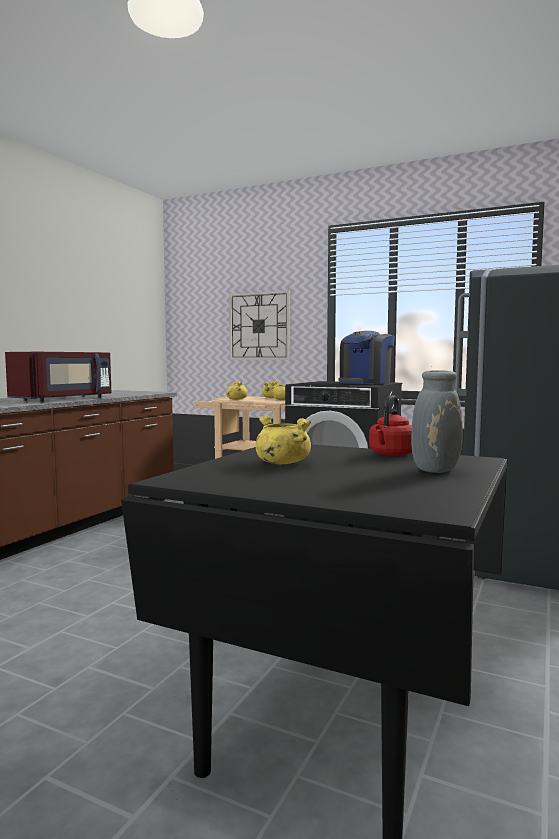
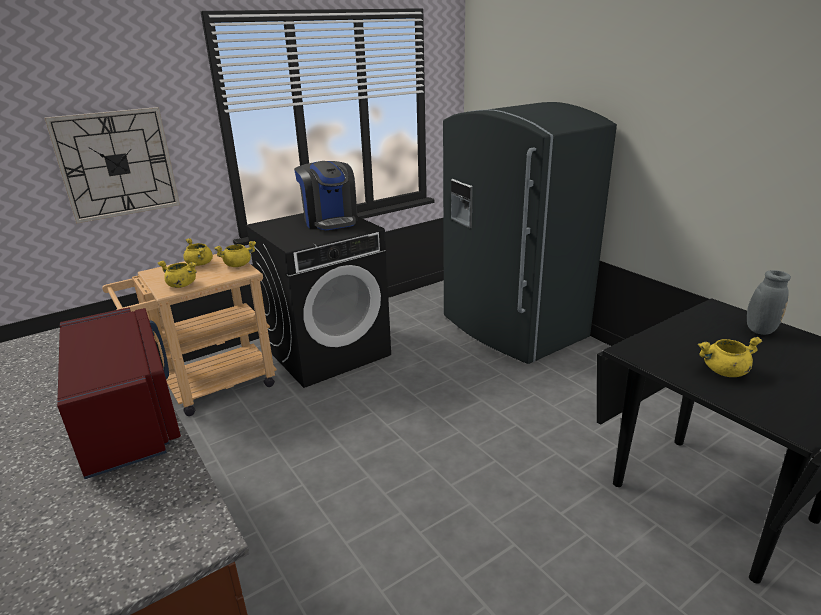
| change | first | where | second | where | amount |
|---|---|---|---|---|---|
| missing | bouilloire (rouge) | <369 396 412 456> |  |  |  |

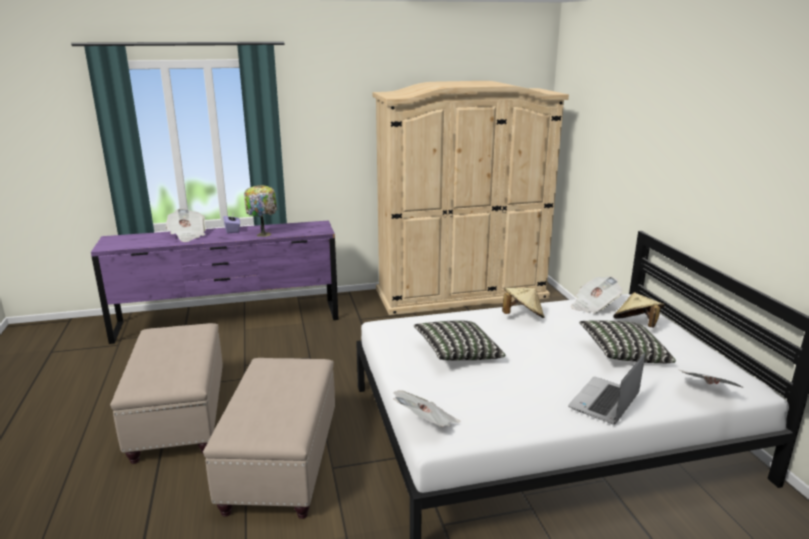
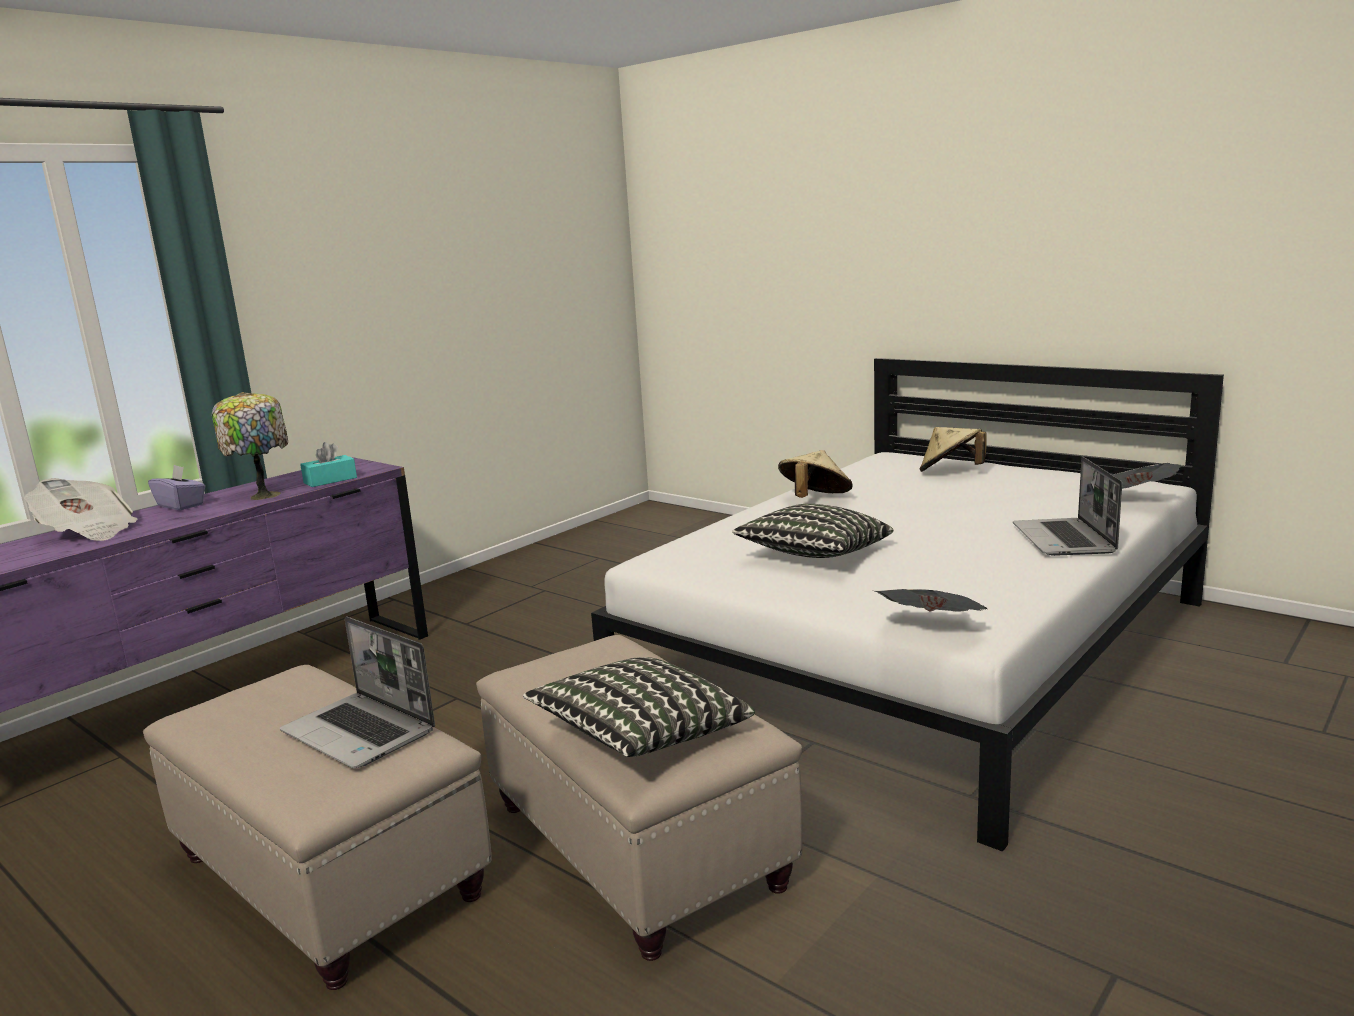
| change | first | where | second | where | amount |
|---|---|---|---|---|---|
| missing | armoire (beige) | <372 81 569 315> |  |  |  |
| missing | journal | <571 276 623 314> |  |  |  |
| relocated | coussin | <579 321 676 363> |  | <523 657 755 757> |  |
| appeared |  |  | boîte à mouchoirs (turquoise) | <300 442 357 487> |  |
| appeared |  |  | ordinateur portable | <280 617 435 768> |  |

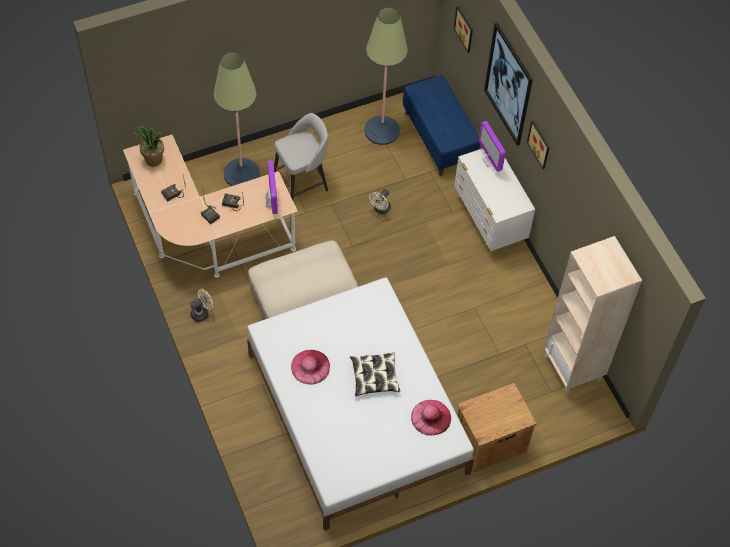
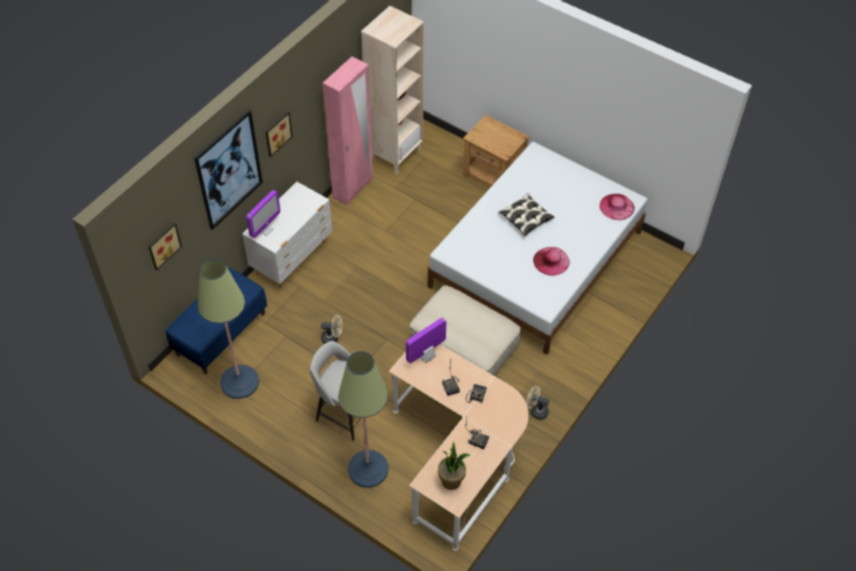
| change | first | where | second | where | amount |
|---|---|---|---|---|---|
| relocated | chapeau (rose) | <411 400 451 435> |  | <600 194 635 220> |  |
| appeared |  |  | armoire (rose) | <322 56 373 206> |  |

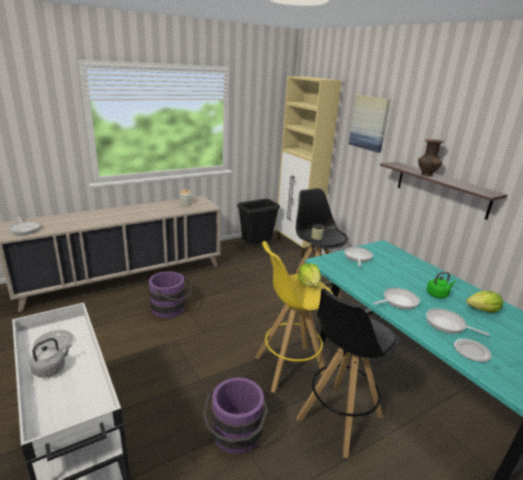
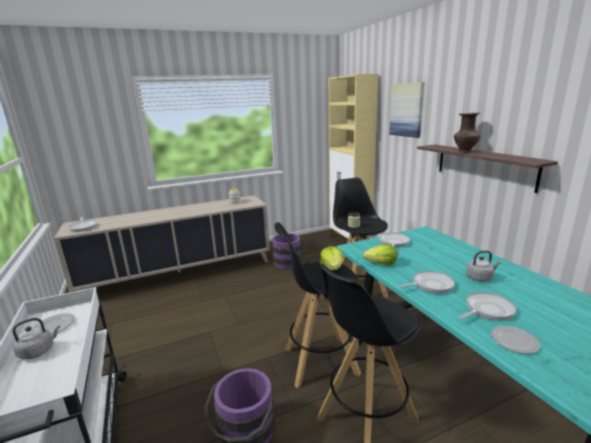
| change | first | where | second | where | amount |
|---|---|---|---|---|---|
| missing | poubelle (noir) | <237 199 280 244> |  |  |  |
| colour | tabouret (jaune) | <255 241 334 393> | tabouret (noir) | <274 222 361 388> |  |
| relocated | seau (violet) | <148 271 192 318> |  | <272 233 306 269> |  |
| colour | bouilloire (vert) | <427 272 456 298> | bouilloire (gris) | <466 251 500 281> |  |
| relocated | laitue | <466 291 503 313> |  | <363 245 397 265> |  |
| spun | poêle | <426 308 490 336> |  | <459 292 517 321> | 105 degrees clockwise |

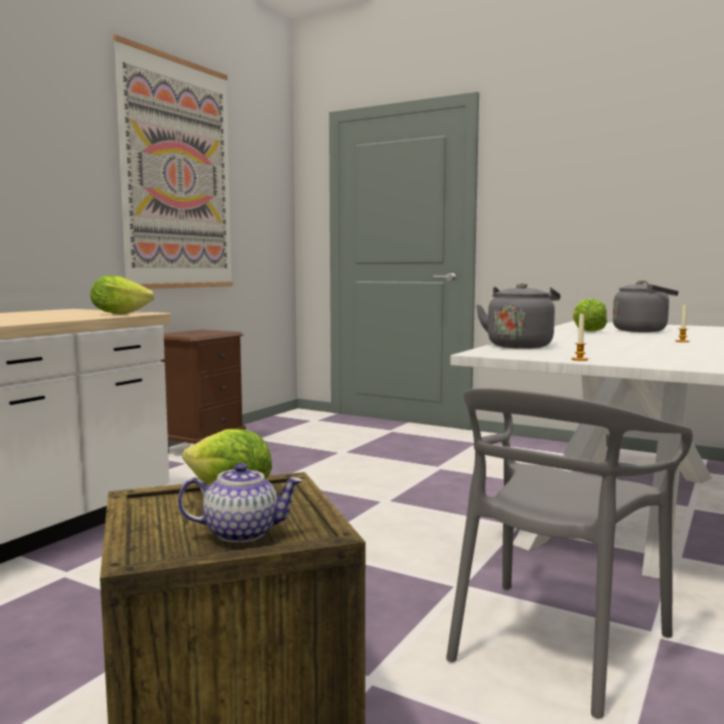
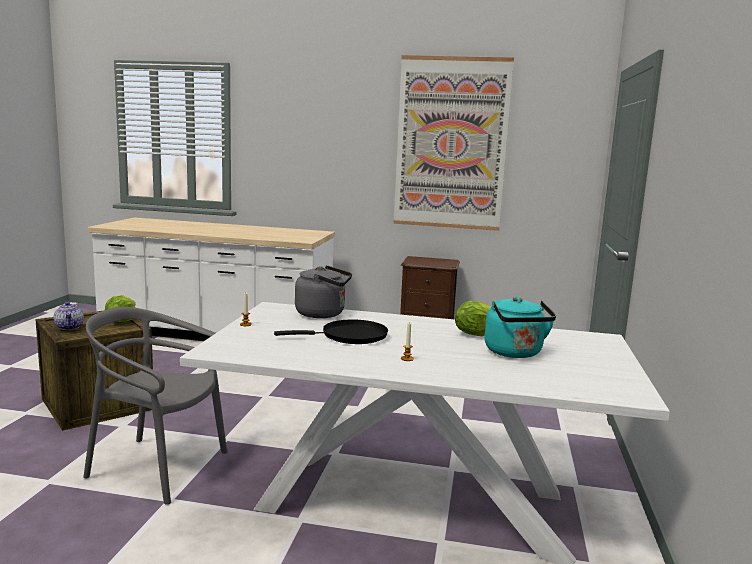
| change | first | where | second | where | amount |
|---|---|---|---|---|---|
| missing | laitue | <91 275 154 314> |  |  |  |
| colour | bouilloire (gris) | <613 280 679 332> | bouilloire (turquoise) | <485 297 556 358> |  |
| appeared |  |  | poêle (noir) | <274 320 388 344> |  |

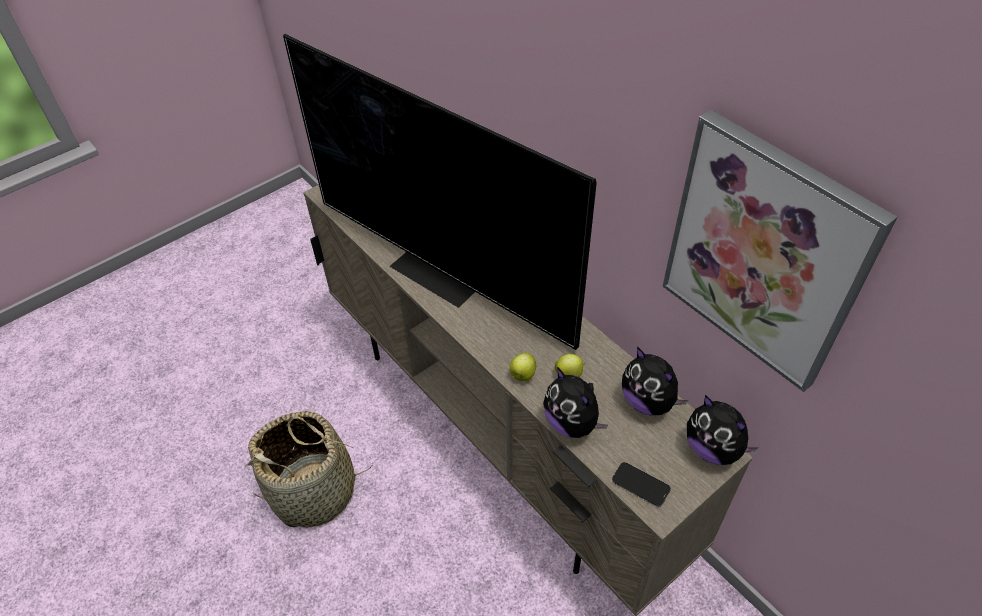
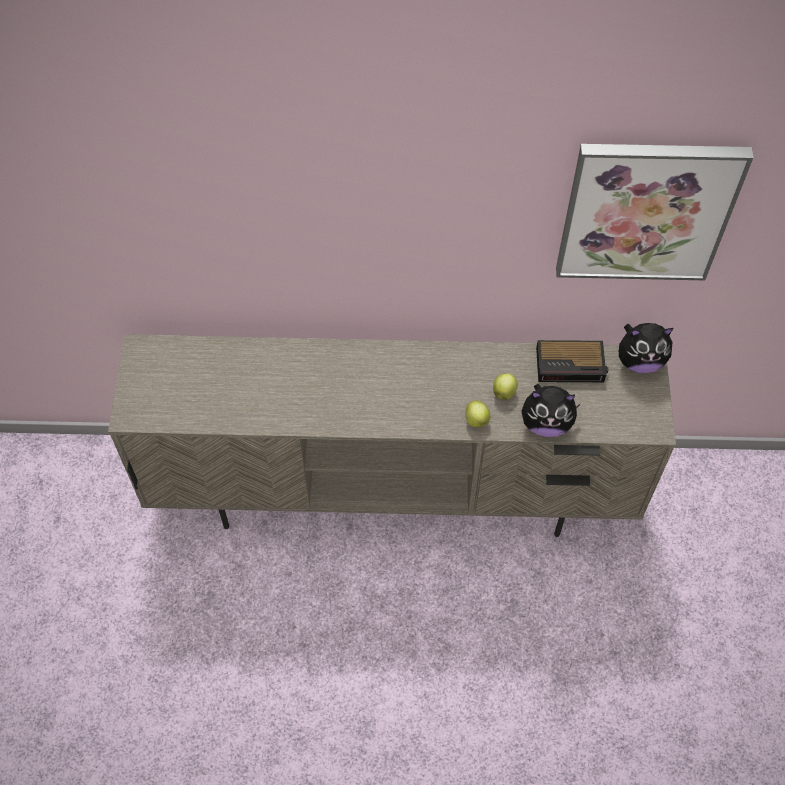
| change | first | where | second | where | amount |
|---|---|---|---|---|---|
| missing | téléviseur | <283 34 597 350> |  |  |  |
| exchanged | peluche | <622 347 688 415> | réveil | <536 340 608 382> |  |
| missing | panier | <245 411 373 528> |  |  |  |
| missing | téléphone | <612 462 671 507> |  |  |  |

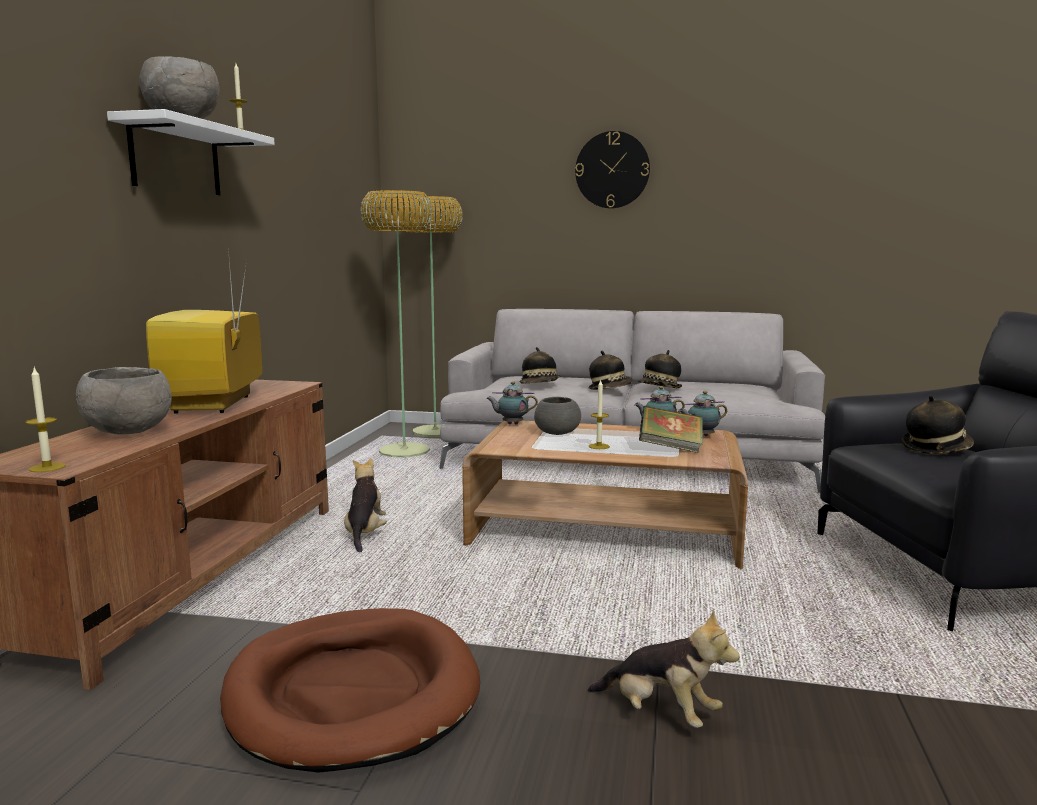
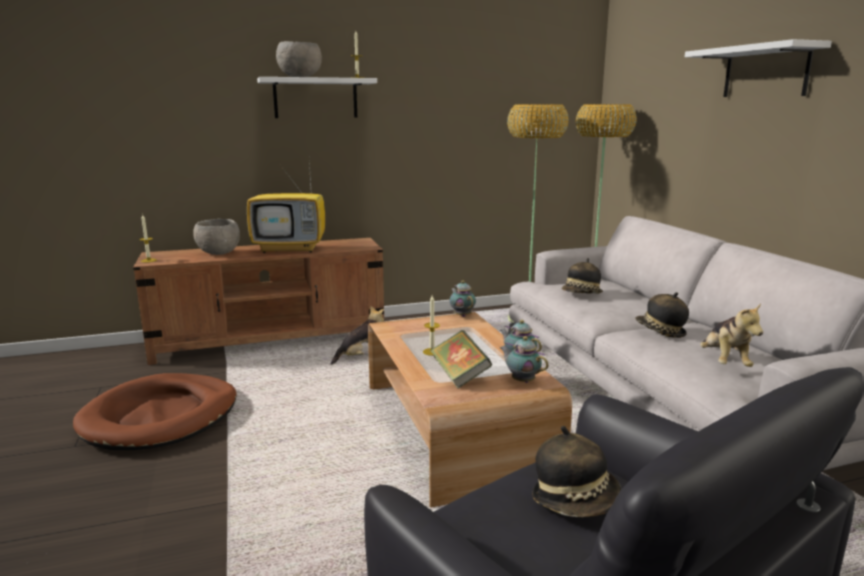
| change | first | where | second | where | amount |
|---|---|---|---|---|---|
| exchanged | horloge murale | <575 131 650 208> | étagère (blanc) | <685 39 832 97> |  |
| spun | téléviseur | <146 249 262 414> |  | <247 162 325 253> | 150 degrees counterclockwise |
| missing | chapeau | <588 351 633 390> |  |  |  |
| missing | bol (gris) | <534 397 581 435> |  |  |  |
| relocated | peluche | <588 610 740 728> |  | <700 303 763 367> |  |

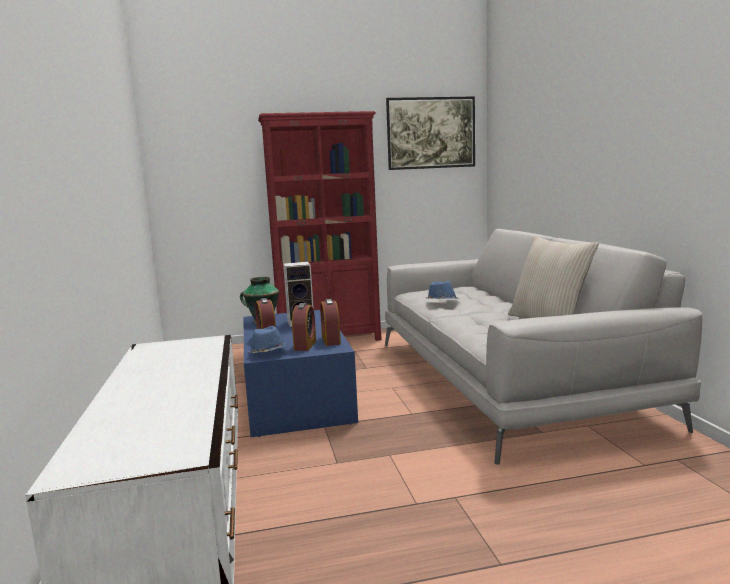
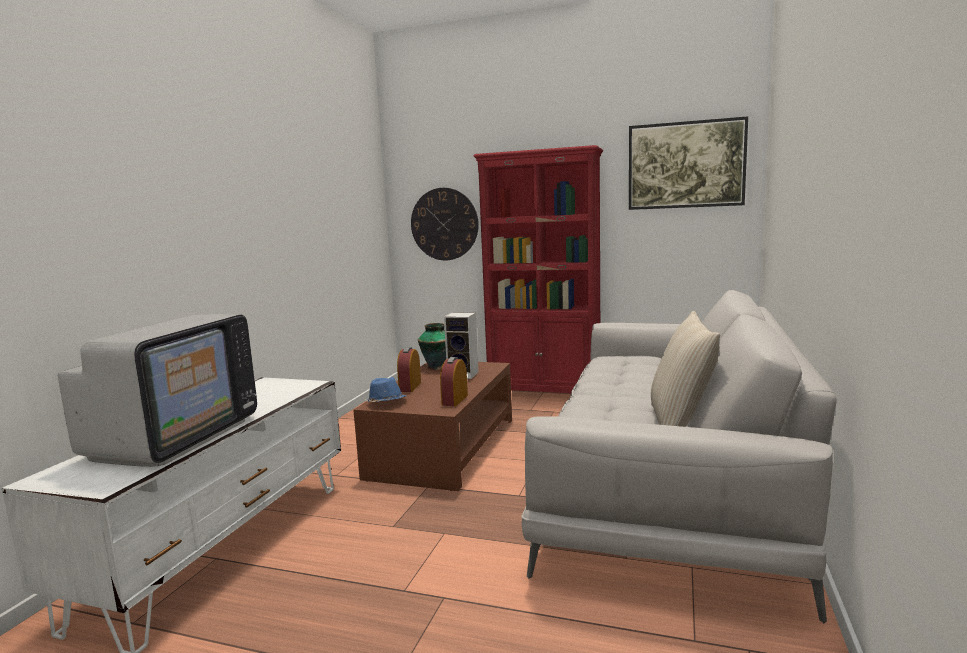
| change | first | where | second | where | amount |
|---|---|---|---|---|---|
| missing | chapeau (bleu) | <425 281 458 299> |  |  |  |
| missing | réveil | <292 303 316 351> |  |  |  |
| colour | table basse (bleu) | <244 310 358 437> | table basse (marron) | <353 362 512 491> |  |
| appeared |  |  | horloge murale | <411 188 479 260> |  |
| appeared |  |  | téléviseur | <58 314 257 467> |  |

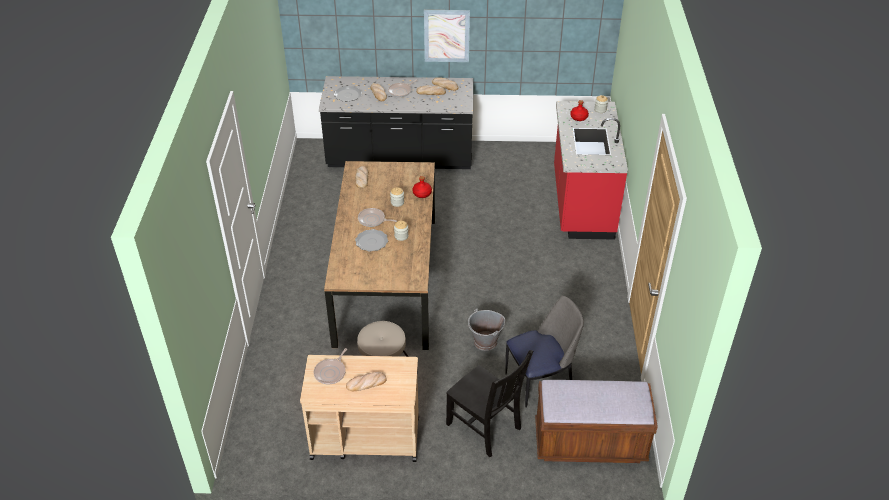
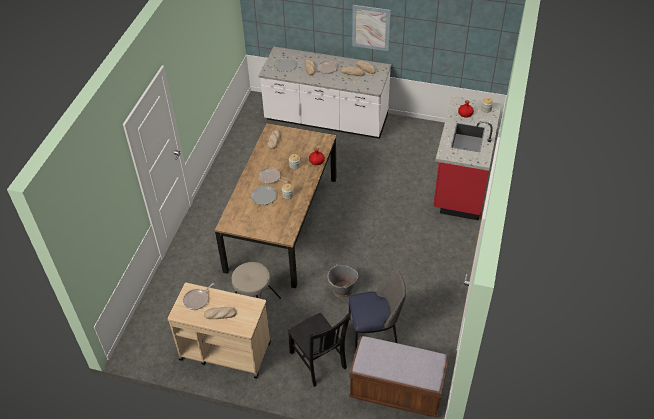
| change | first | where | second | where | amount |
|---|---|---|---|---|---|
| colour | comptoir de cuisine (noir) | <319 76 473 169> | comptoir de cuisine (blanc) | <258 47 391 139> |  |

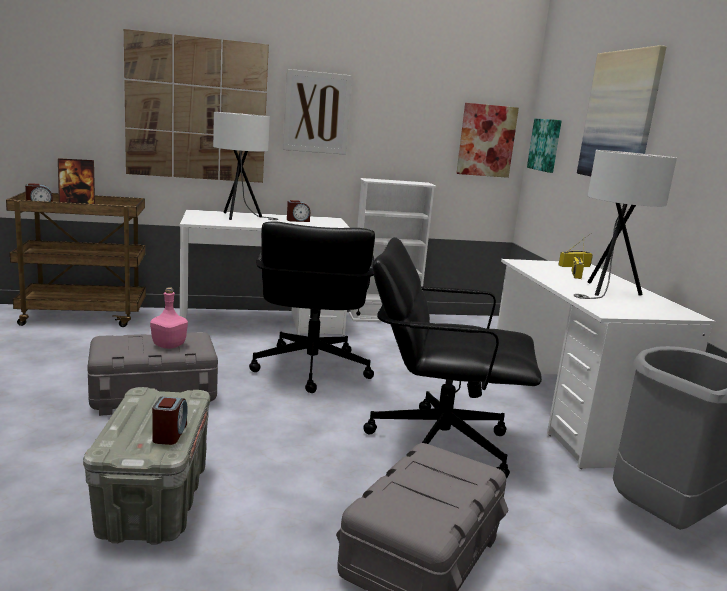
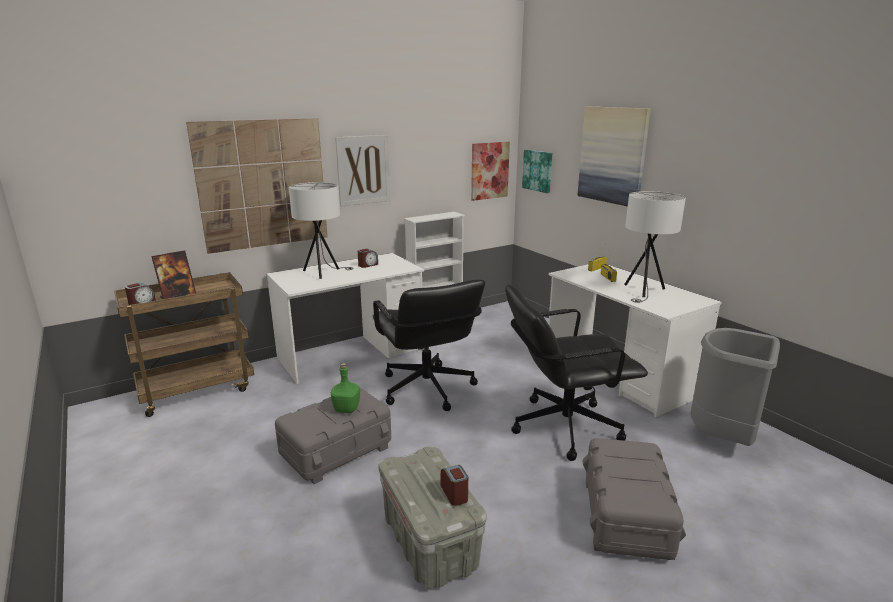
| change | first | where | second | where | amount |
|---|---|---|---|---|---|
| colour | bouteille (rose) | <150 287 188 349> | bouteille (vert) | <331 363 360 413> |  |

